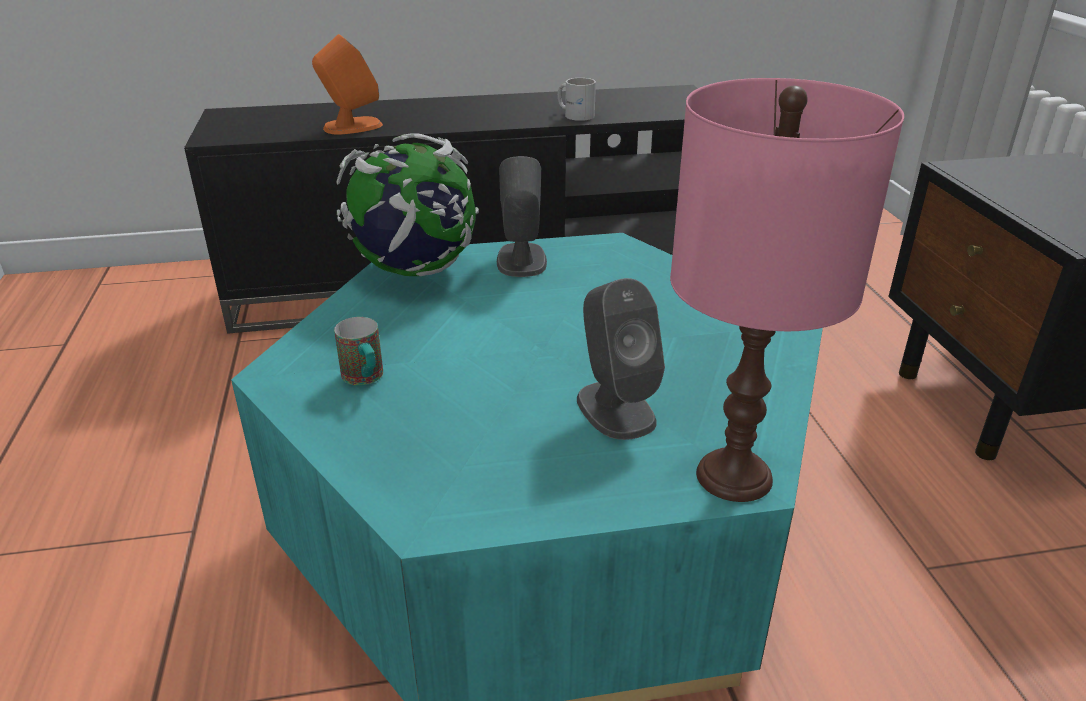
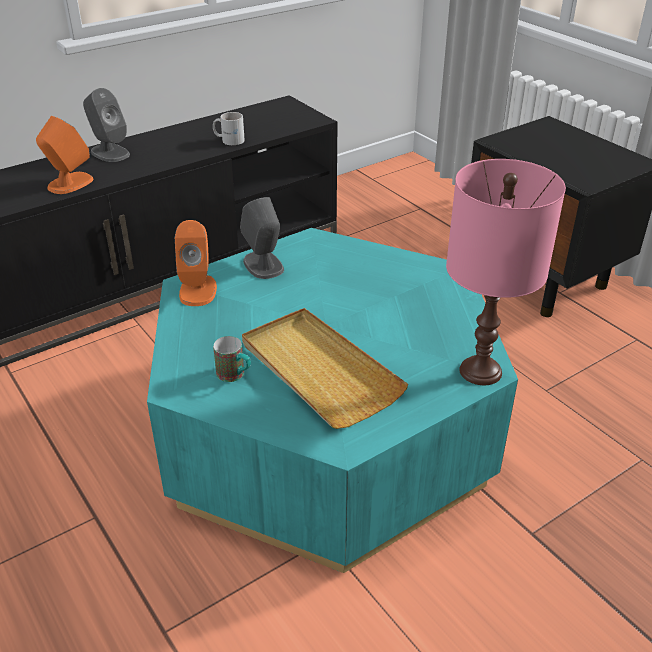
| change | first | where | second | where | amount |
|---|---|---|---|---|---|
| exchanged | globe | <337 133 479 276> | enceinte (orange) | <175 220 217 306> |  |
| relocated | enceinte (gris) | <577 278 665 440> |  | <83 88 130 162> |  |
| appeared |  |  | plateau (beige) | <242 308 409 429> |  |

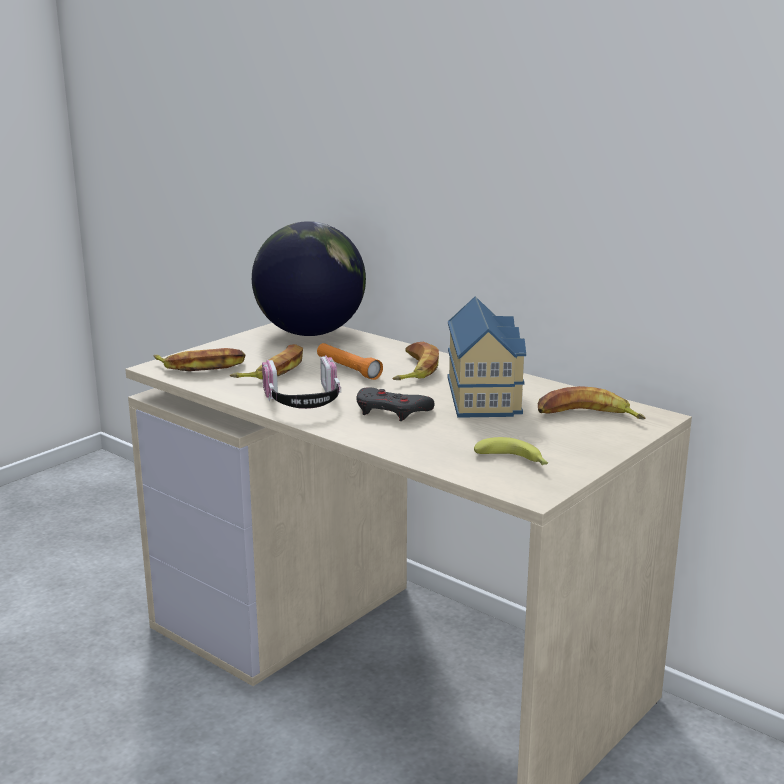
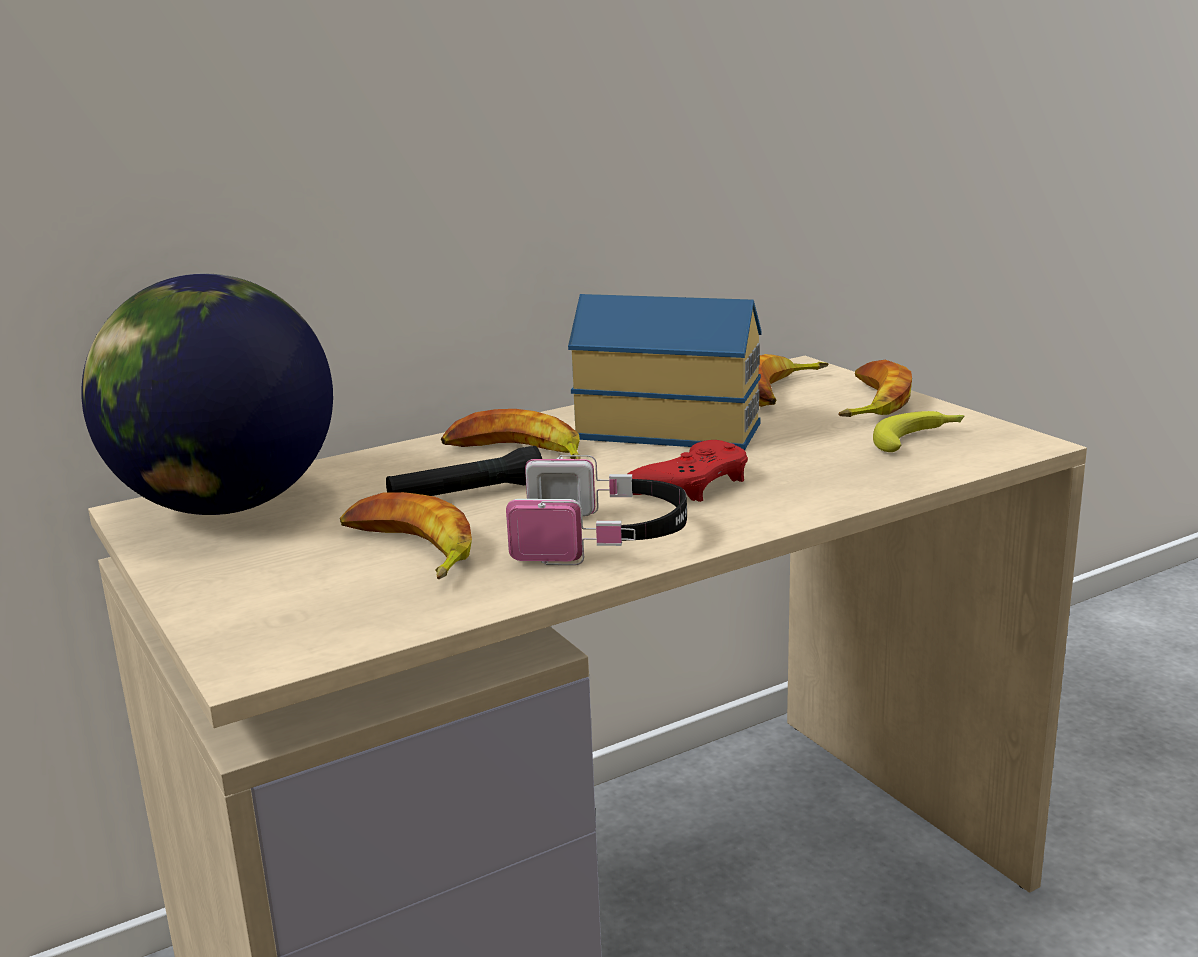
| change | first | where | second | where | amount |
|---|---|---|---|---|---|
| colour | lampe de poche (orange) | <317 343 383 380> | lampe de poche (noir) | <386 446 542 496> |  |
| relocated | banane | <153 348 246 371> |  | <838 360 912 417> |  |
| colour | manette (gris) | <356 387 434 421> | manette (rouge) | <627 440 748 502> |  |

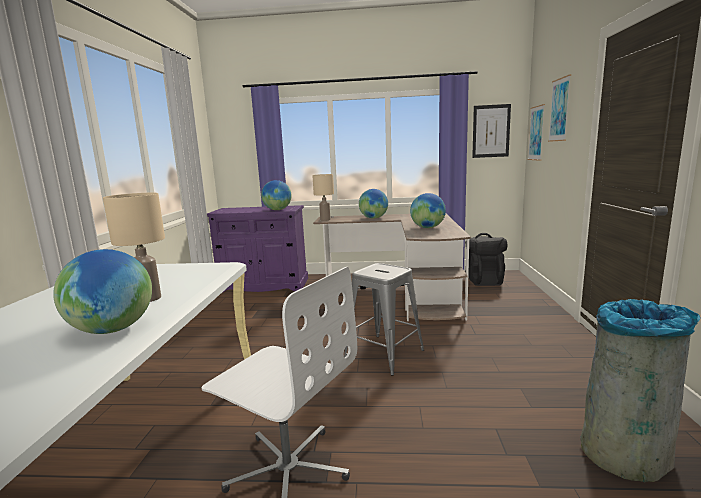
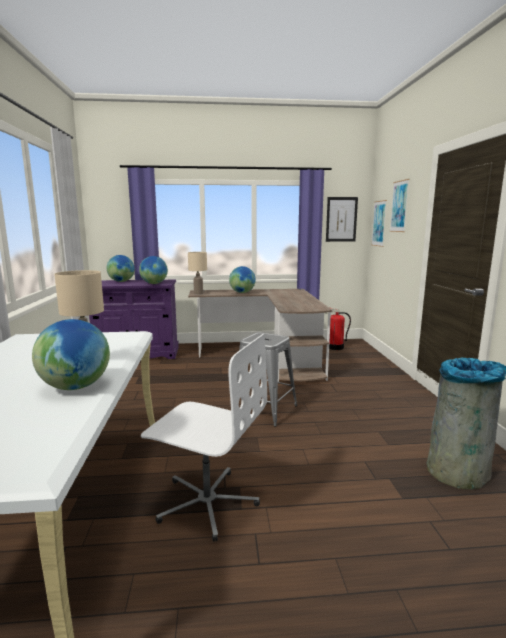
| change | first | where | second | where | amount |
|---|---|---|---|---|---|
| relocated | globe | <410 193 446 228> |  | <107 255 135 282> |  |
| exchanged | sac à dos (noir) | <465 233 507 286> | extincteur | <324 308 351 350> |  |

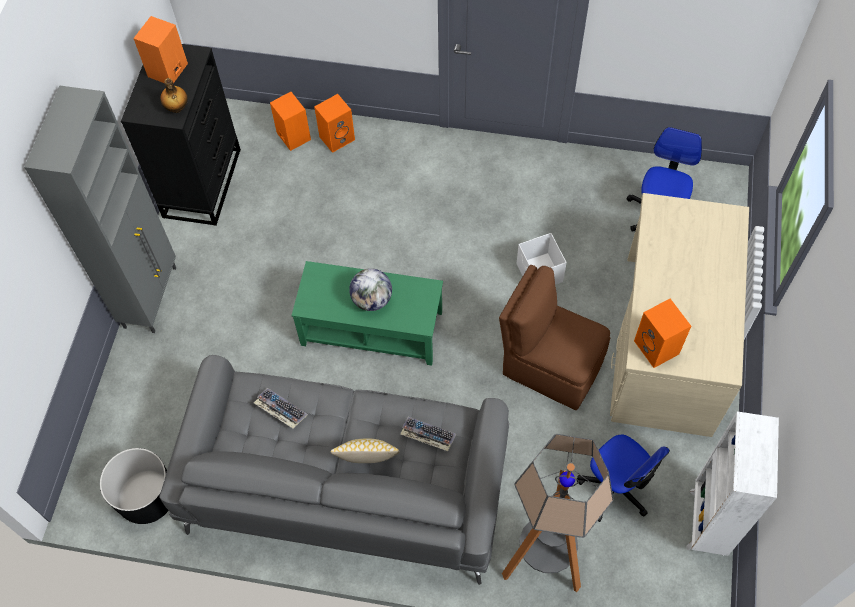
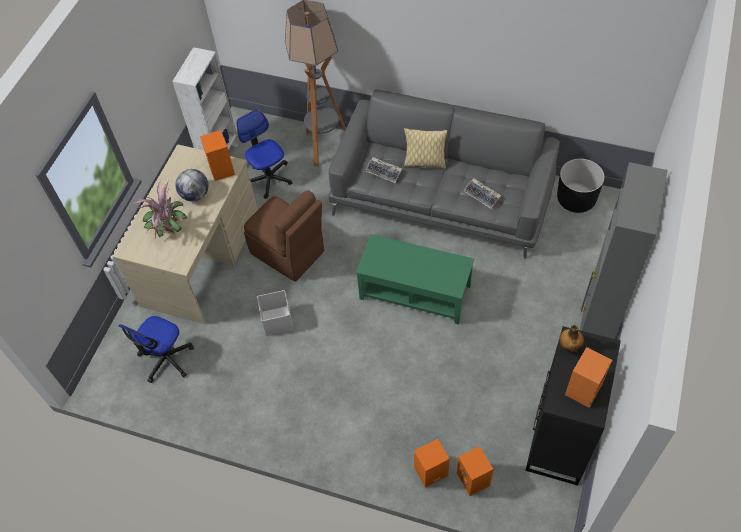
| change | first | where | second | where | amount |
|---|---|---|---|---|---|
| relocated | globe | <349 268 392 311> |  | <175 169 209 201> |  |
| appeared |  |  | plante en pot | <131 177 187 239> |  |

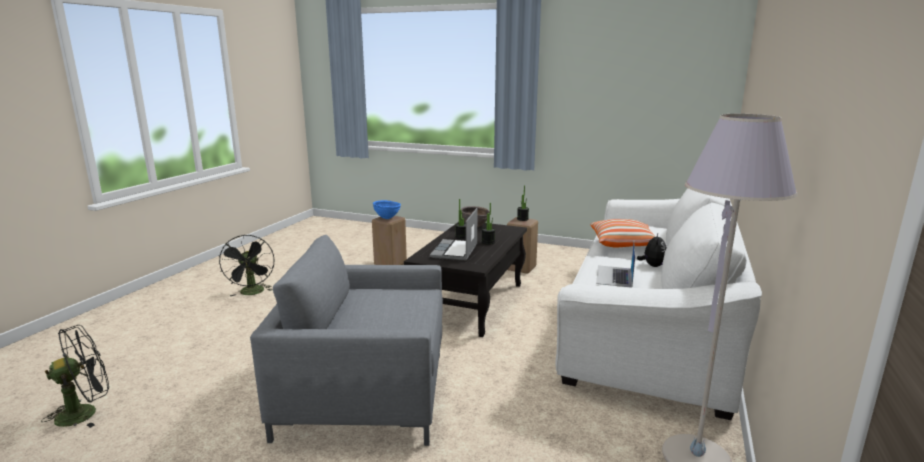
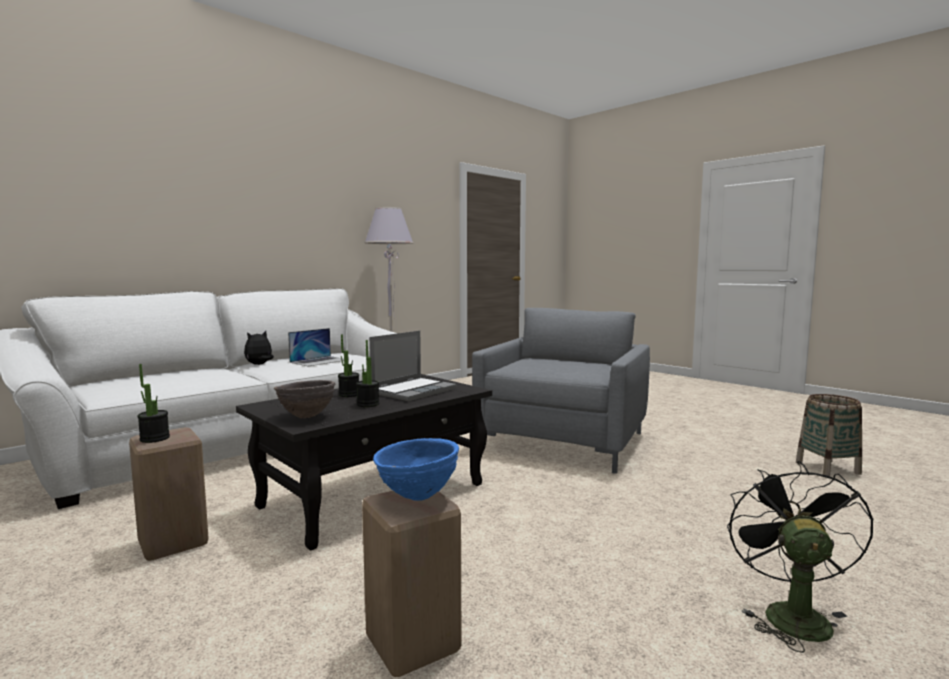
| change | first | where | second | where | amount |
|---|---|---|---|---|---|
| missing | coussin | <590 219 656 248> |  |  |  |
| spun | fauteuil (gris) | <250 235 443 446> |  | <472 308 650 474> | 90 degrees counterclockwise |
| exchanged | ventilateur (noir) | <41 325 109 428> | panier | <796 394 862 476> |  |

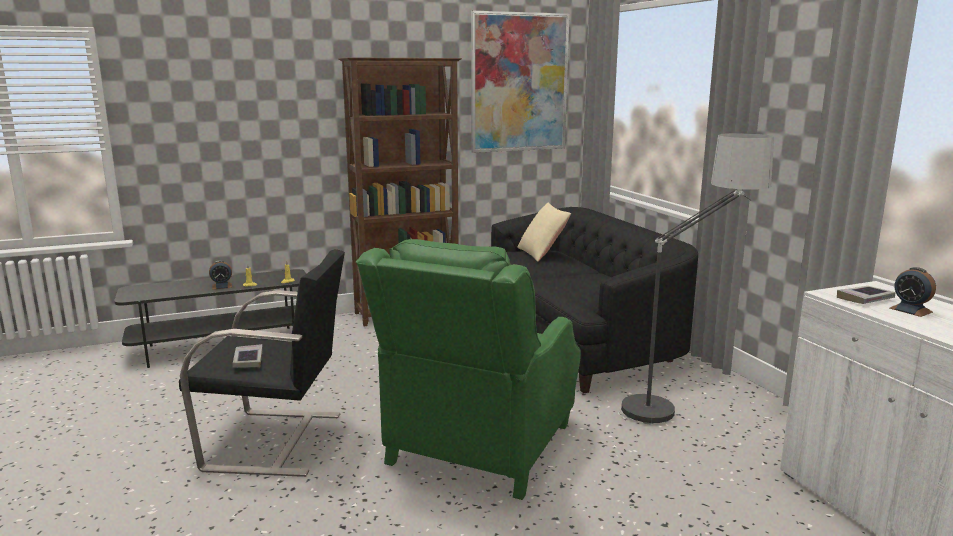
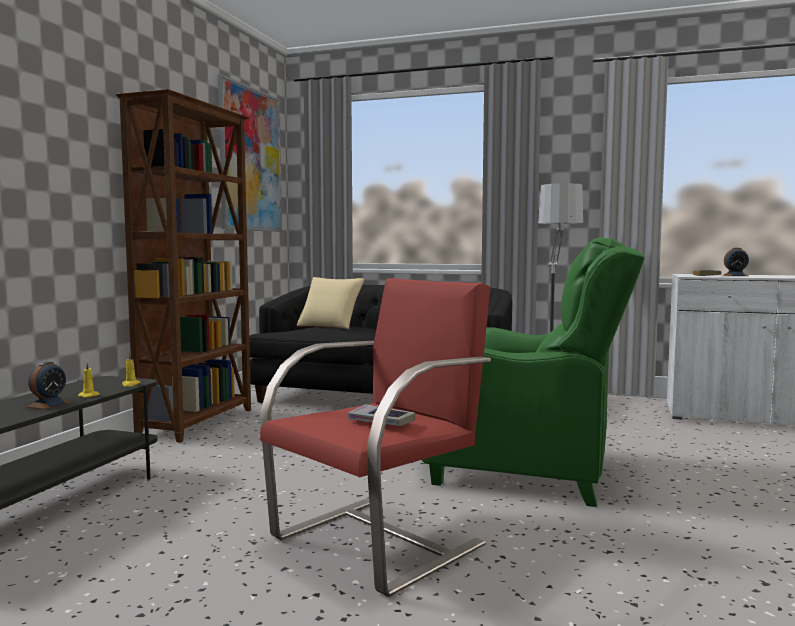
| change | first | where | second | where | amount |
|---|---|---|---|---|---|
| spun | fauteuil (vert) | <356 239 581 500> |  | <422 237 645 507> | 45 degrees counterclockwise |
| colour | fauteuil (noir) | <179 249 345 477> | fauteuil (rouge) | <260 278 491 597> |  |

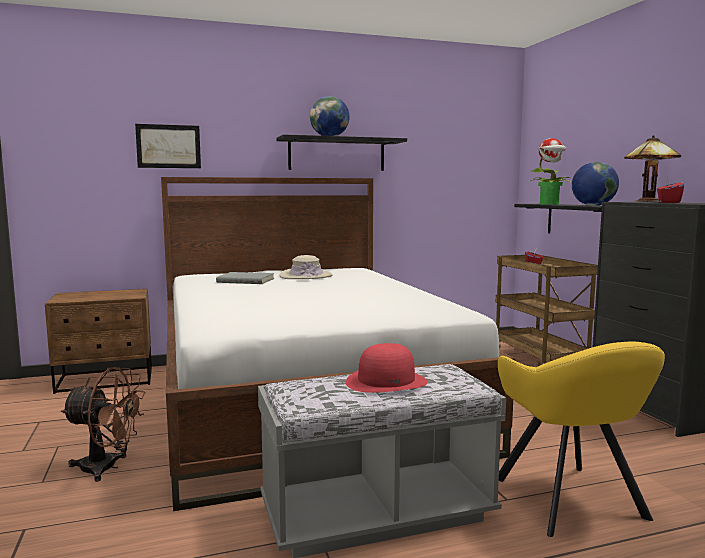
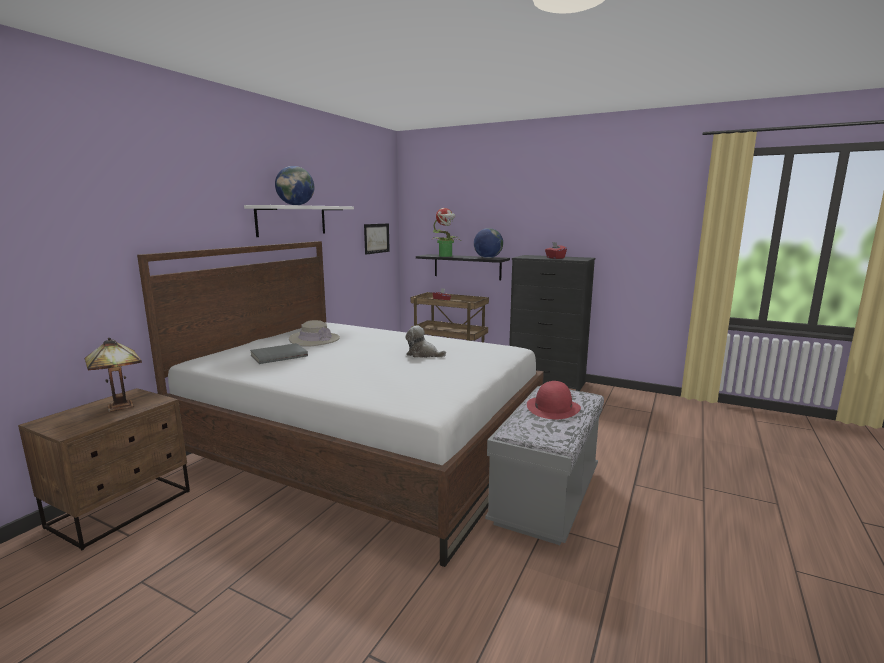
| change | first | where | second | where | amount |
|---|---|---|---|---|---|
| relocated | tableau | <135 124 201 168> |  | <364 223 390 255> |  |
| colour | étagère (noir) | <276 134 407 171> | étagère (blanc) | <244 205 354 237> |  |
| relocated | lampe de table | <624 135 681 202> |  | <84 338 142 412> |  |
| missing | fauteuil (jaune) | <498 342 665 537> |  |  |  |
| missing | ventilateur (marron) | <61 367 146 482> |  |  |  |
| appeared |  |  | peluche | <405 325 446 358> |  |

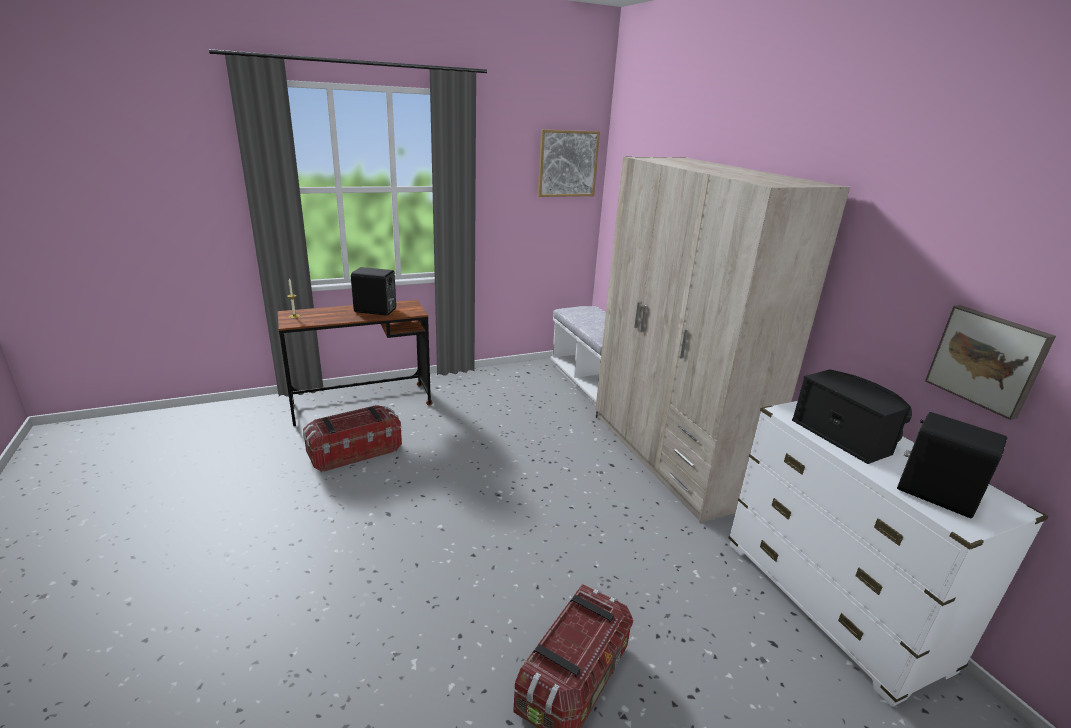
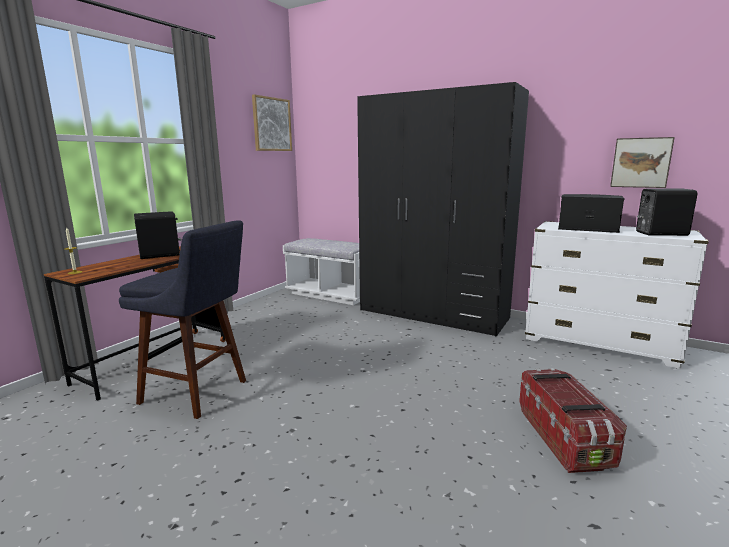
| change | first | where | second | where | amount |
|---|---|---|---|---|---|
| colour | armoire (beige) | <595 157 850 523> | armoire (noir) | <357 82 529 337> |  |
| exchanged | boîte de rangement | <303 405 402 472> | tabouret (bleu) | <119 220 246 419> |  |

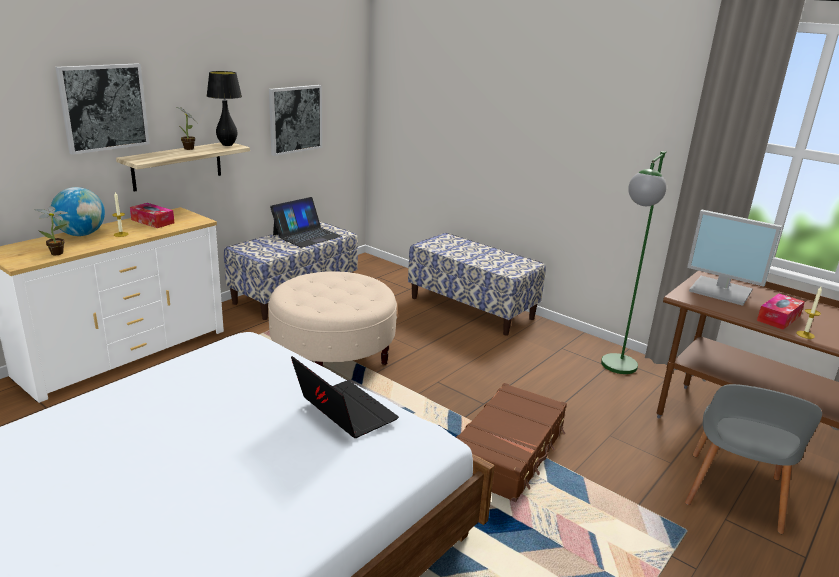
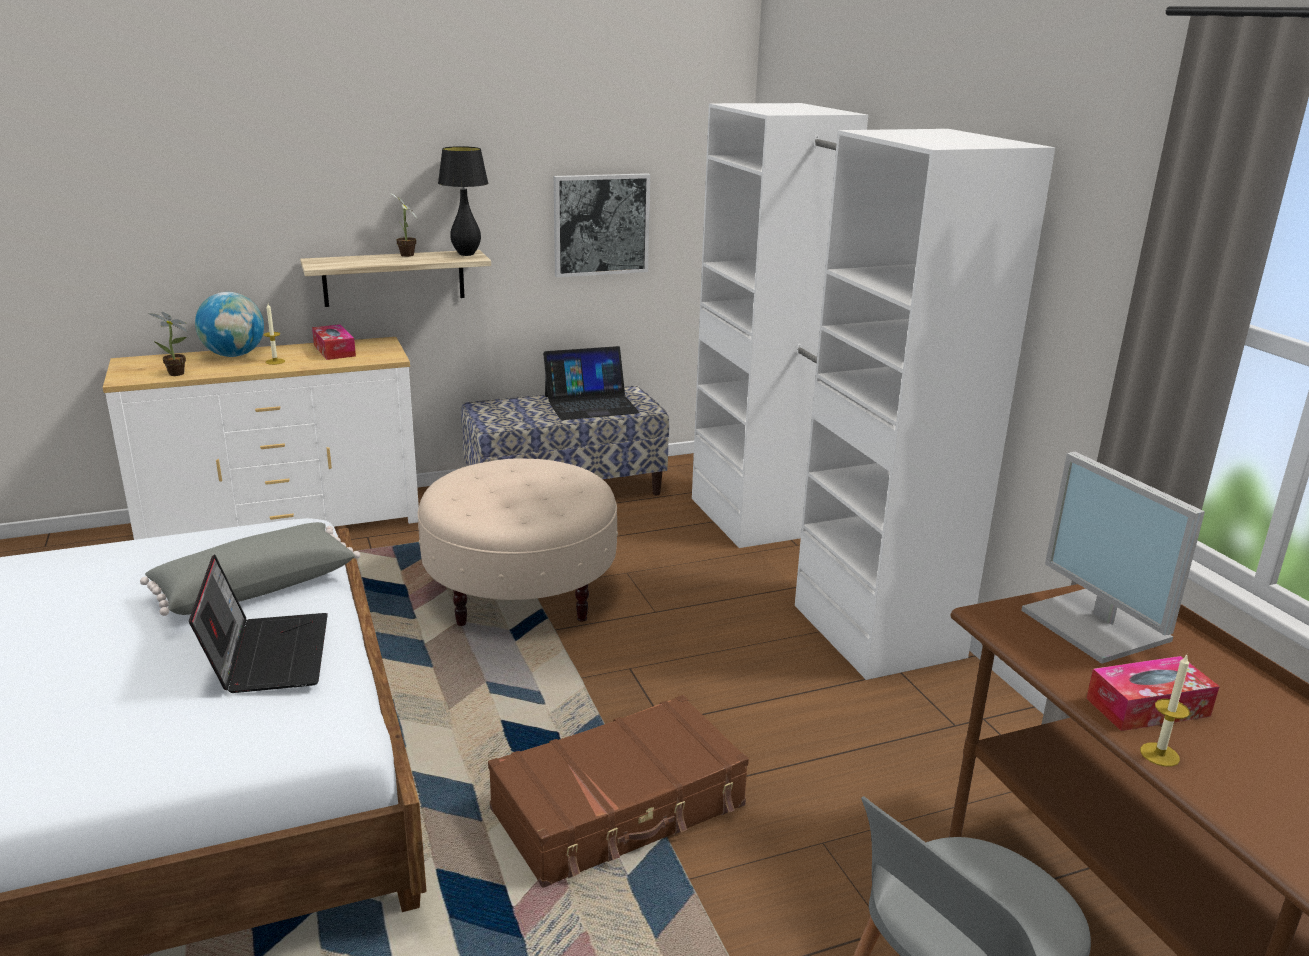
| change | first | where | second | where | amount |
|---|---|---|---|---|---|
| missing | tableau | <56 63 150 155> |  |  |  |
| missing | lampadaire (vert) | <601 151 667 374> |  |  |  |
| exchanged | banc | <408 233 546 336> | armoire (blanc) | <692 103 1055 680> |  |
| appeared |  |  | coussin (gris) | <140 522 360 616> |  |

